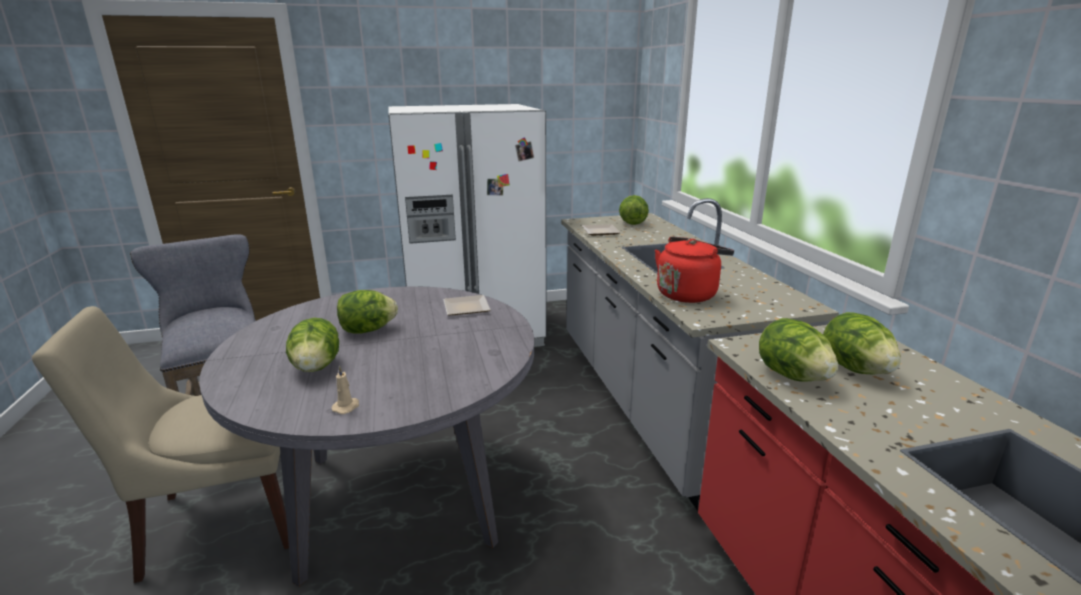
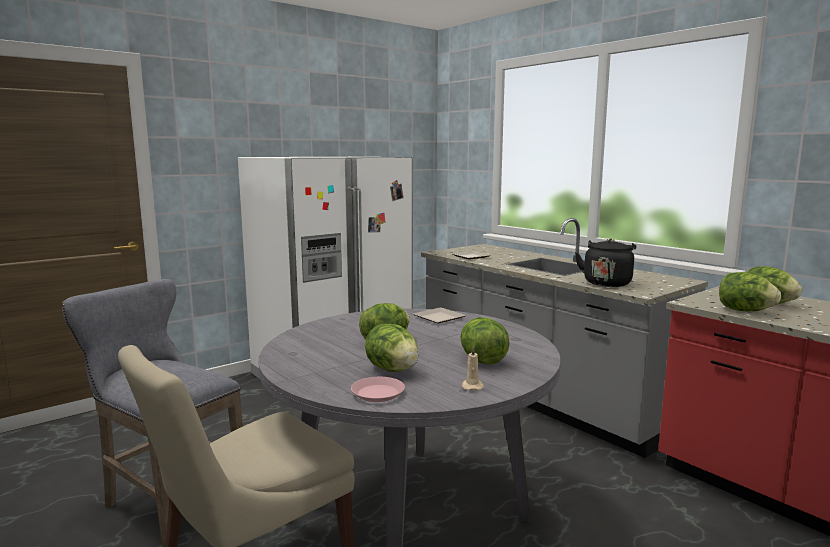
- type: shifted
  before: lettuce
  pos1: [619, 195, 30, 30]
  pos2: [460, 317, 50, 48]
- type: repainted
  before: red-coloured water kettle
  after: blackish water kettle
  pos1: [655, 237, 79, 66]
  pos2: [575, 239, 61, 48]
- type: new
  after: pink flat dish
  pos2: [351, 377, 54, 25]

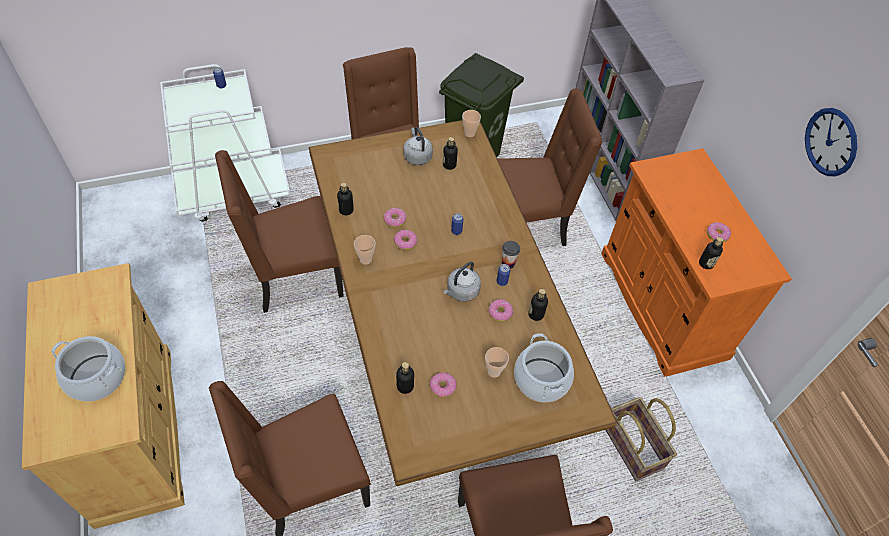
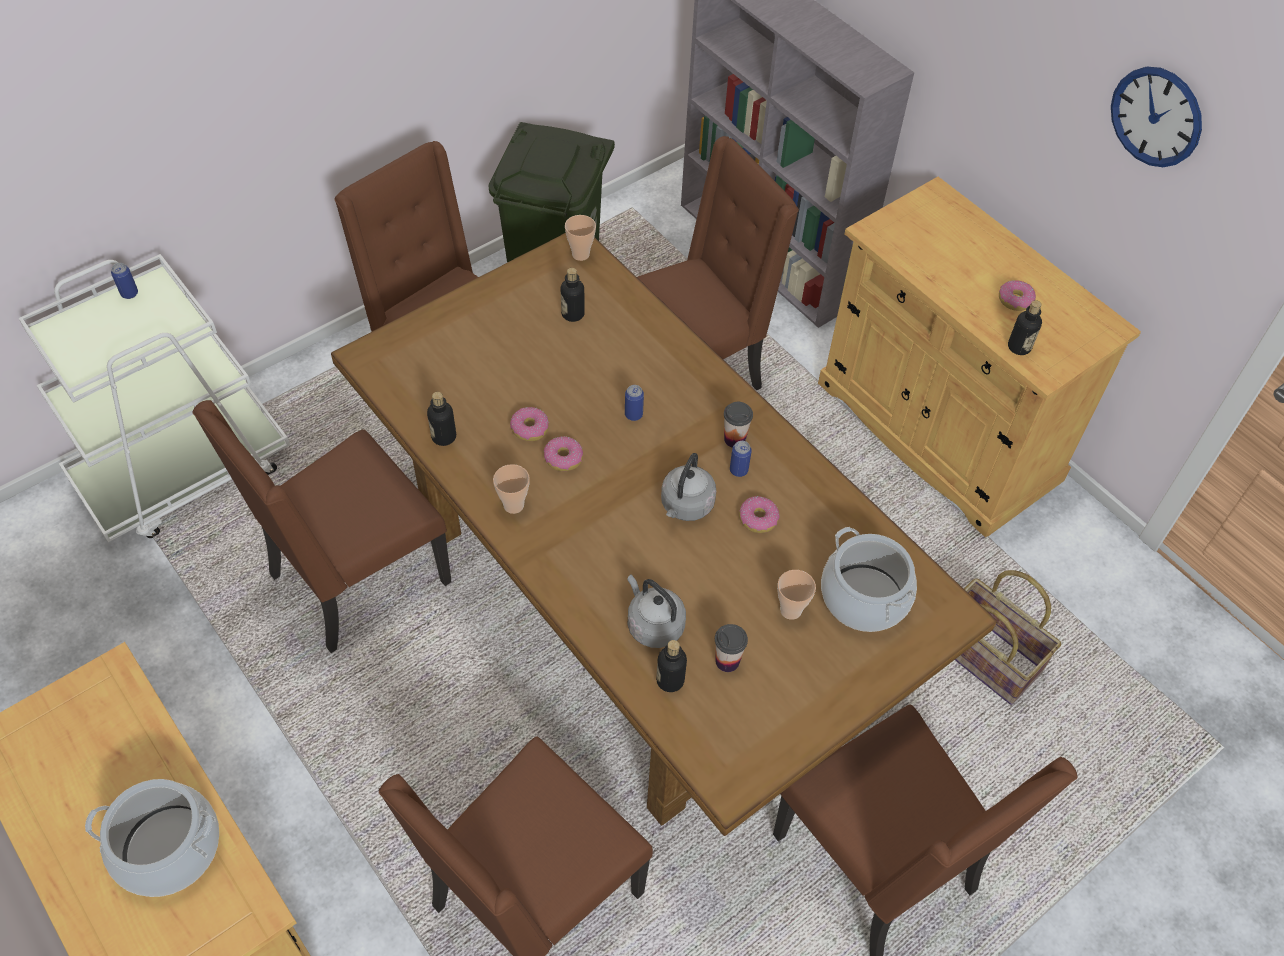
- type: shifted
  before: gray water kettle
  pos1: [404, 127, 29, 38]
  pos2: [627, 574, 59, 74]
- type: repainted
  before: orange storage cabinet
  after: beige-coloured storage cabinet
  pos1: [601, 148, 191, 229]
  pos2: [818, 177, 323, 360]
- type: gone
  before: beverage bottle
  pos1: [528, 289, 20, 32]
- type: swapped
  before: ring doughnut
  after: small cup
  pos1: [429, 373, 28, 25]
  pos2: [715, 624, 33, 48]

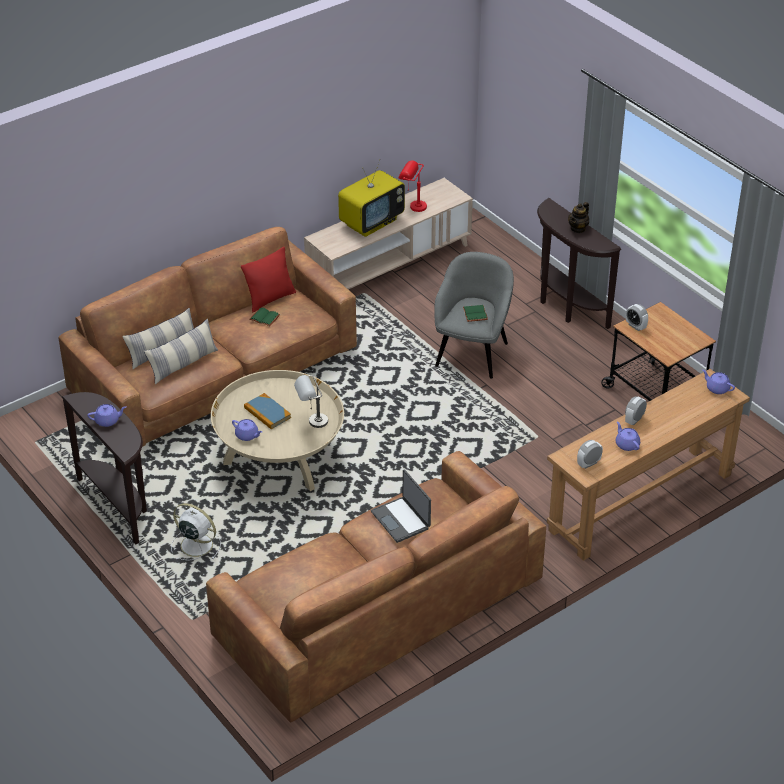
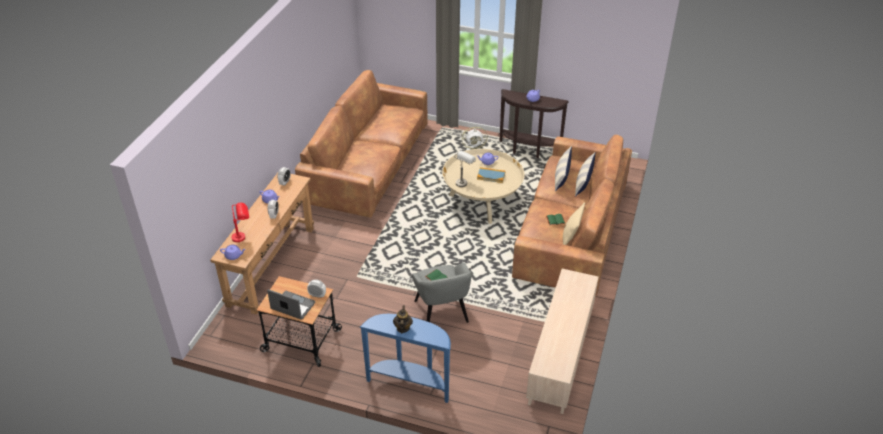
- type: gone
  before: television
  pos1: [338, 159, 67, 78]
- type: shifted
  before: red-coloured lamp for a table
  pos1: [399, 160, 28, 52]
  pos2: [231, 203, 18, 39]
- type: repainted
  before: brown narrow table
  after: blue-coloured narrow table
  pos1: [537, 198, 84, 131]
  pos2: [359, 314, 92, 89]
- type: repainted
  before: red-coloured pillow
  after: beige-coloured pillow
  pos1: [241, 247, 55, 65]
  pos2: [563, 202, 22, 43]
- type: shifted
  before: portable computer
  pos1: [371, 469, 60, 74]
  pos2: [267, 289, 48, 31]

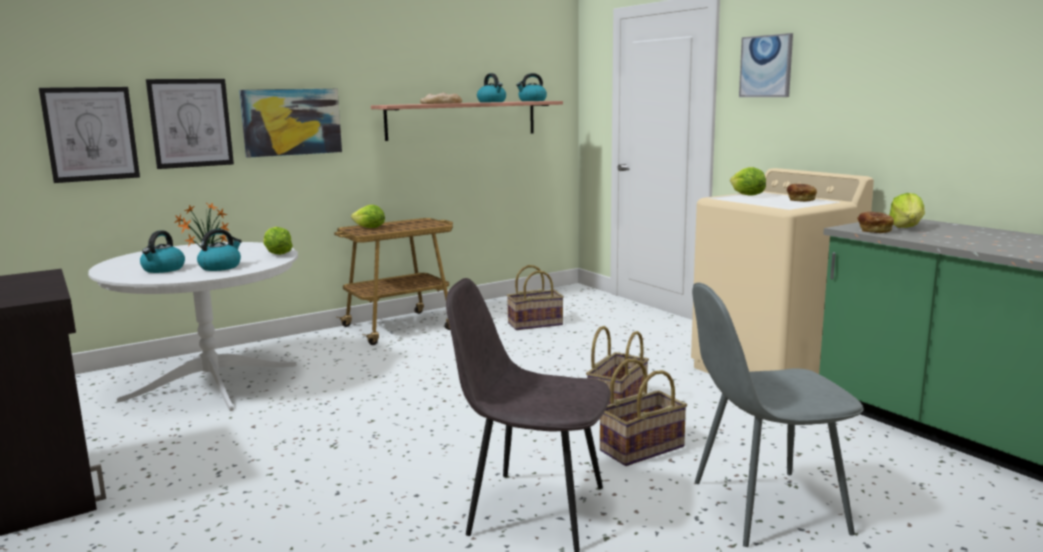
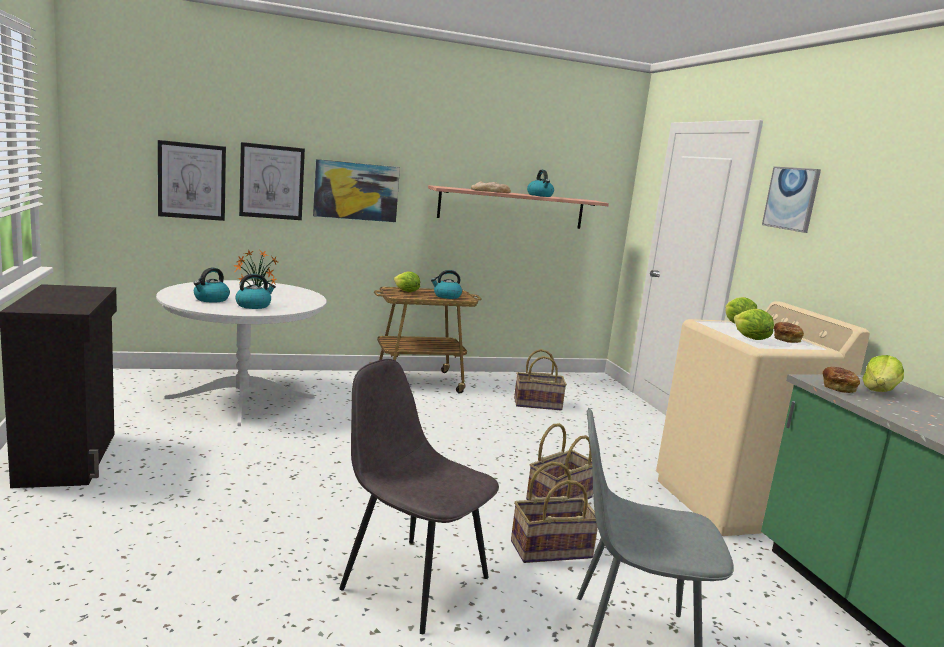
- type: shifted
  before: water kettle
  pos1: [516, 73, 31, 28]
  pos2: [431, 270, 31, 29]
- type: shifted
  before: lettuce
  pos1: [263, 227, 30, 28]
  pos2: [734, 309, 40, 31]

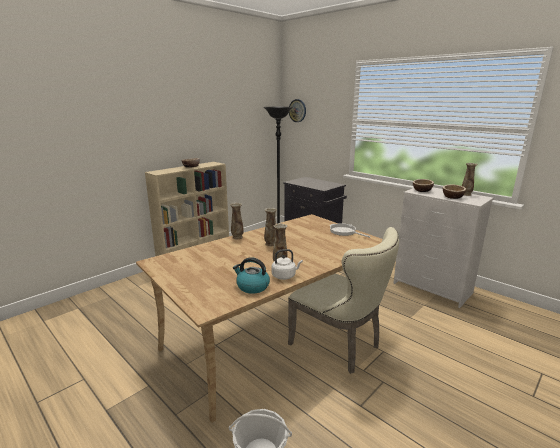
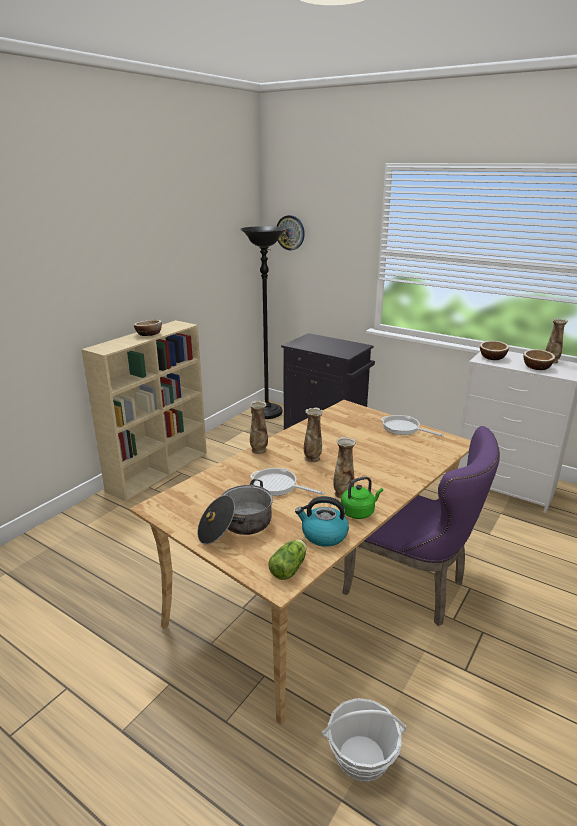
- type: repainted
  before: beige-coloured upright chair
  after: purple upright chair
  pos1: [288, 227, 111, 147]
  pos2: [342, 426, 158, 200]
- type: repainted
  before: white-coloured water kettle
  after: green water kettle
  pos1: [272, 249, 31, 31]
  pos2: [341, 476, 42, 43]
- type: new
  after: pan
  pos2: [250, 468, 75, 28]
- type: new
  after: cooking pot
  pos2: [197, 479, 76, 66]
- type: new
  after: lettuce
  pos2: [268, 539, 39, 41]

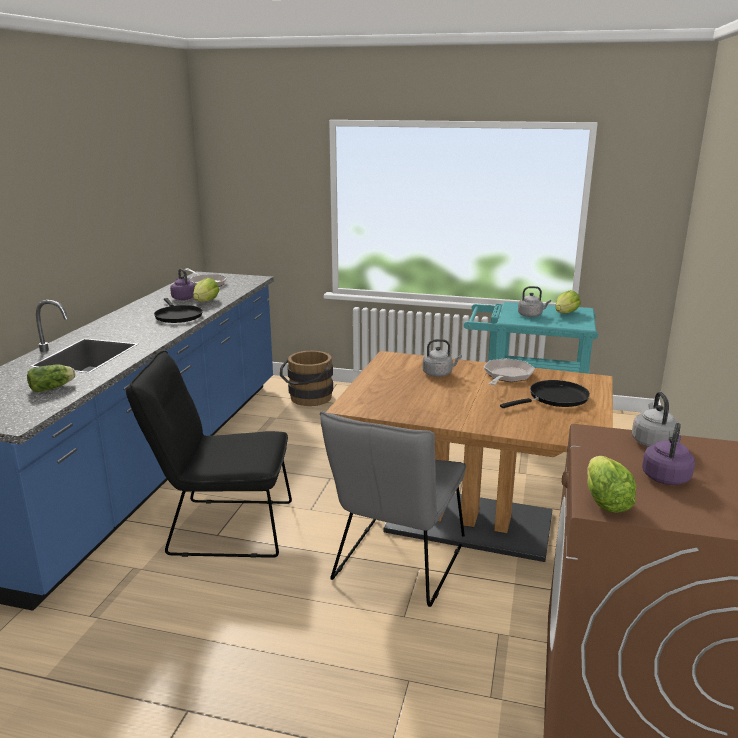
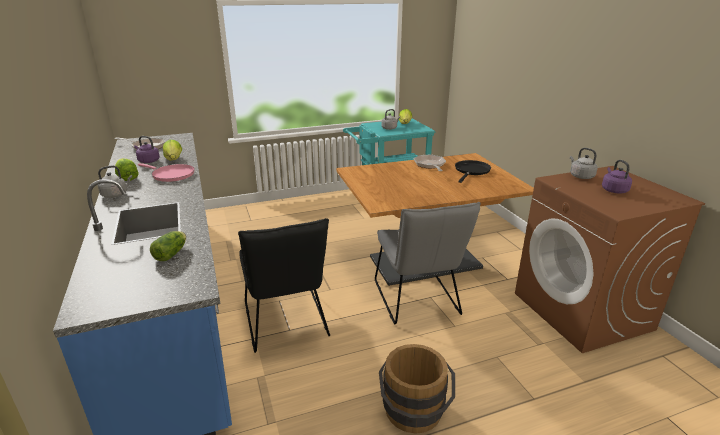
- type: repainted
  before: blackish pan
  after: pink pan
  pos1: [154, 298, 49, 25]
  pos2: [138, 163, 57, 19]
- type: shifted
  before: gray water kettle
  pos1: [423, 339, 39, 38]
  pos2: [98, 165, 34, 33]
- type: rotated
  before: blackish upright chair
  pos1: [126, 351, 166, 207]
  pos2: [238, 218, 92, 135]
  turn: -75
- type: shifted
  before: brown bucket
  pos1: [280, 351, 53, 55]
  pos2: [379, 344, 76, 90]
- type: shifted
  before: lettuce
  pos1: [587, 456, 50, 57]
  pos2: [115, 158, 24, 23]

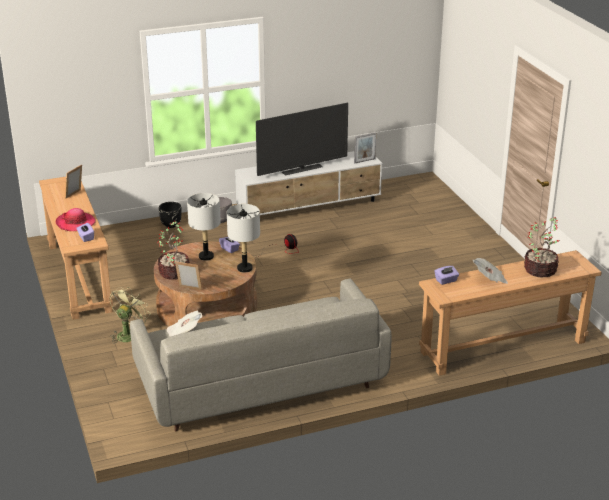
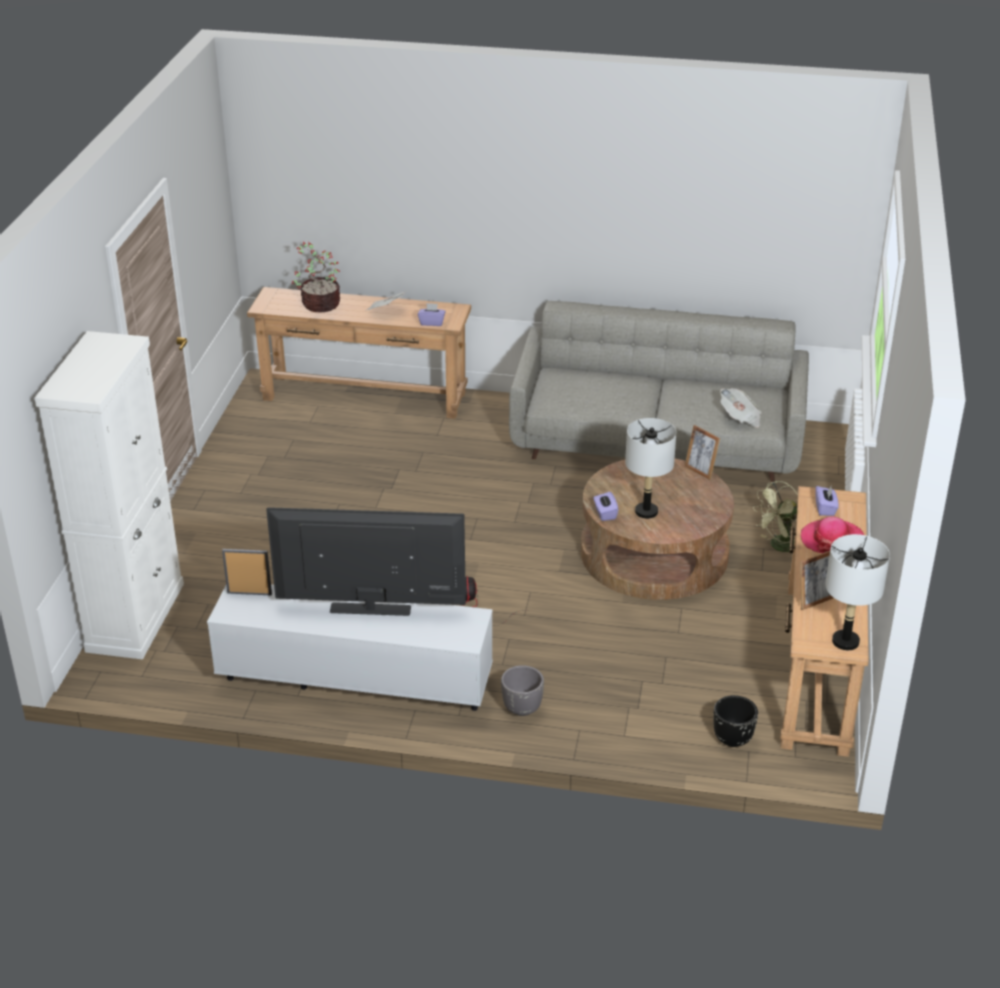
- type: shifted
  before: blackish planter
  pos1: [159, 202, 23, 26]
  pos2: [713, 695, 45, 52]
- type: shifted
  before: gray lamp for a table
  pos1: [227, 204, 33, 69]
  pos2: [825, 534, 65, 116]
- type: gone
  before: houseplant
  pos1: [157, 220, 33, 60]
- type: new
  after: white-coloured storage cabinet
  pos2: [35, 331, 149, 329]

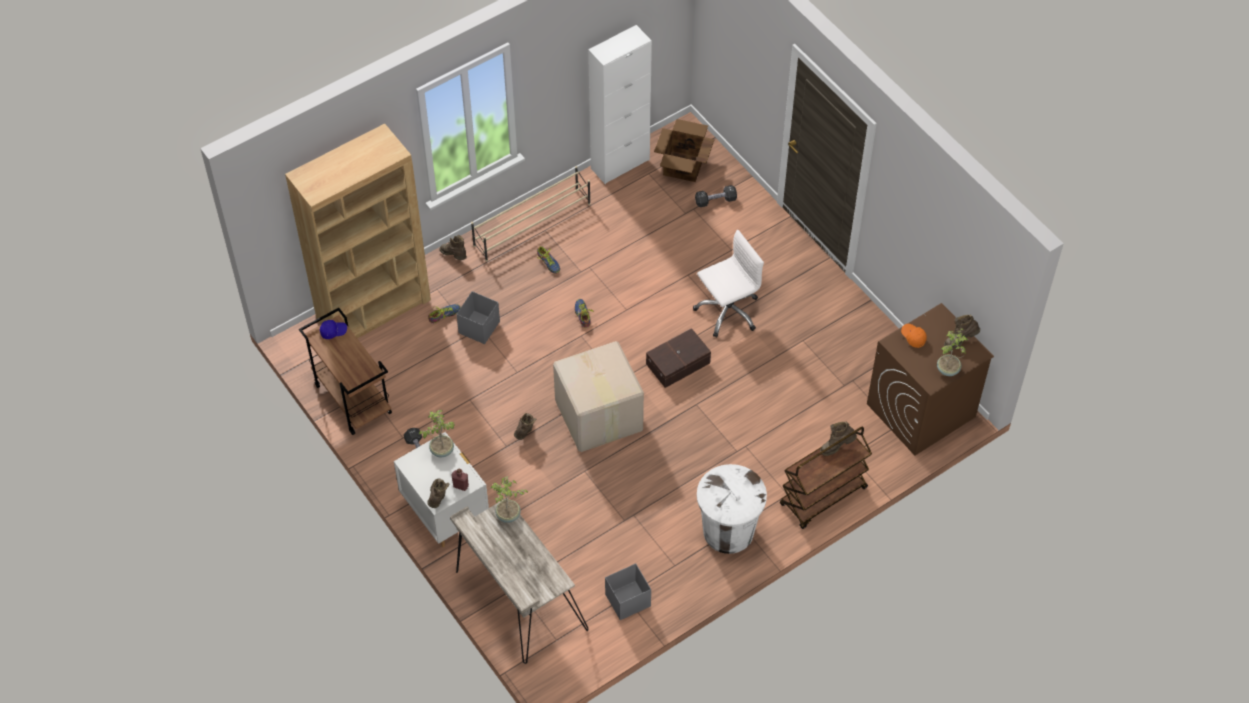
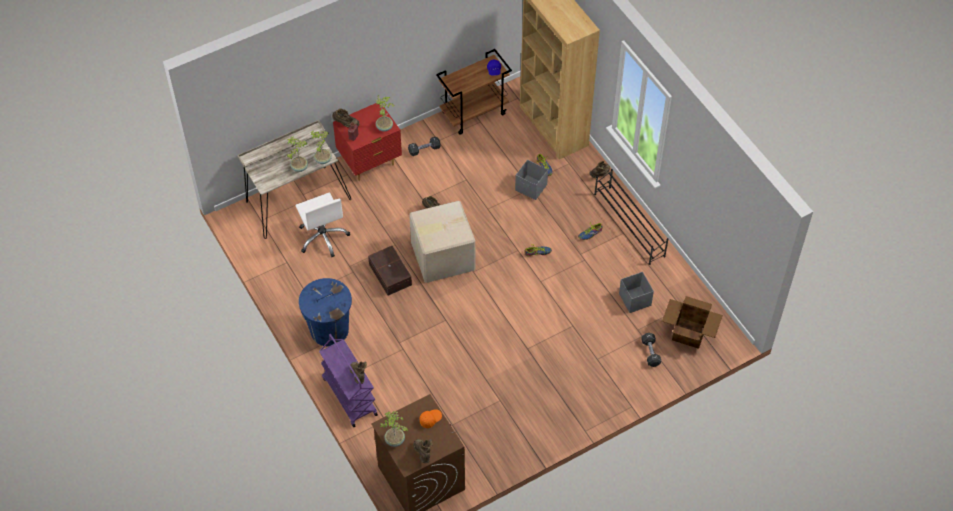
- type: gone
  before: white-coloured storage cabinet
  pos1: [588, 25, 64, 159]
- type: repainted
  before: beige-coloured shoe rack
  after: blackish shoe rack
  pos1: [471, 166, 120, 95]
  pos2: [594, 169, 74, 96]
- type: shifted
  before: white-coloured desk chair
  pos1: [693, 230, 71, 107]
  pos2: [295, 193, 55, 64]
- type: shifted
  before: brown storage container
  pos1: [646, 328, 65, 60]
  pos2: [368, 246, 44, 50]
- type: repainted
  before: brown trolley
  after: purple trolley
  pos1: [780, 426, 92, 103]
  pos2: [319, 334, 59, 93]
- type: repainted
  before: white-coloured nightstand
  after: red-coloured nightstand
  pos1: [394, 432, 95, 115]
  pos2: [333, 103, 69, 78]
- type: repainted
  before: white-coloured rubbish bin
  after: blue-coloured rubbish bin
  pos1: [697, 464, 70, 90]
  pos2: [299, 278, 53, 69]
- type: shifted
  before: gray storage container
  pos1: [605, 563, 46, 57]
  pos2: [619, 272, 35, 41]
- type: new
  after: houseplant
  pos2: [287, 136, 21, 36]

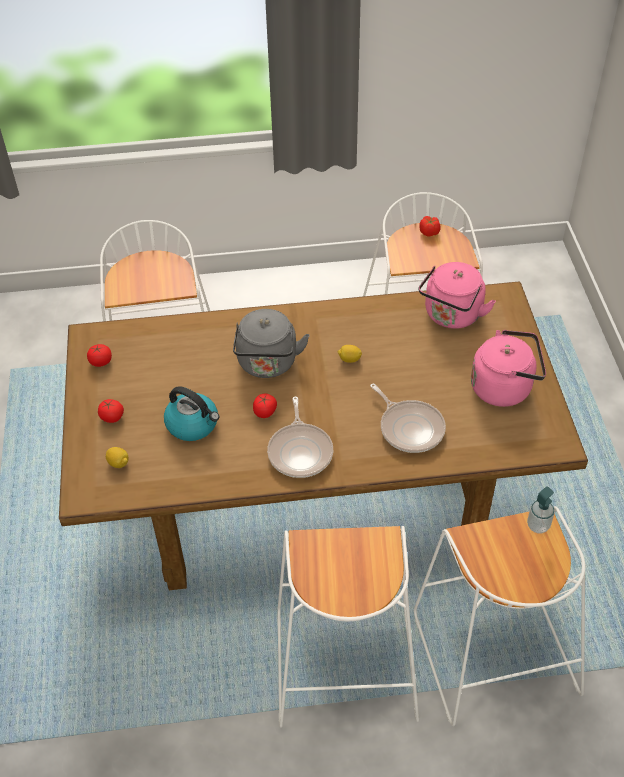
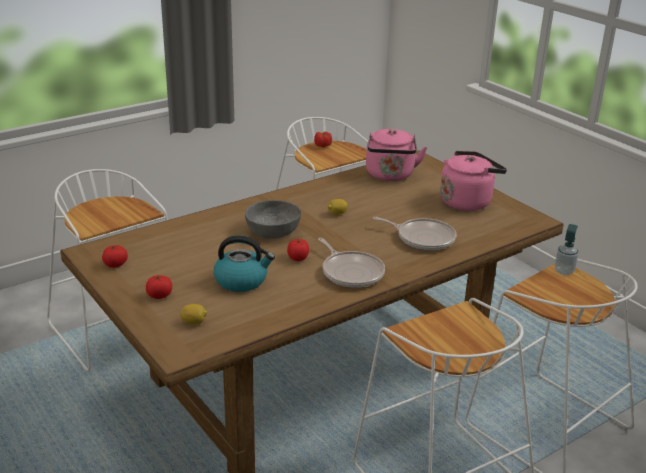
- type: swapped
  before: gray water kettle
  after: gray serving bowl
  pos1: [233, 309, 77, 69]
  pos2: [245, 200, 56, 39]

